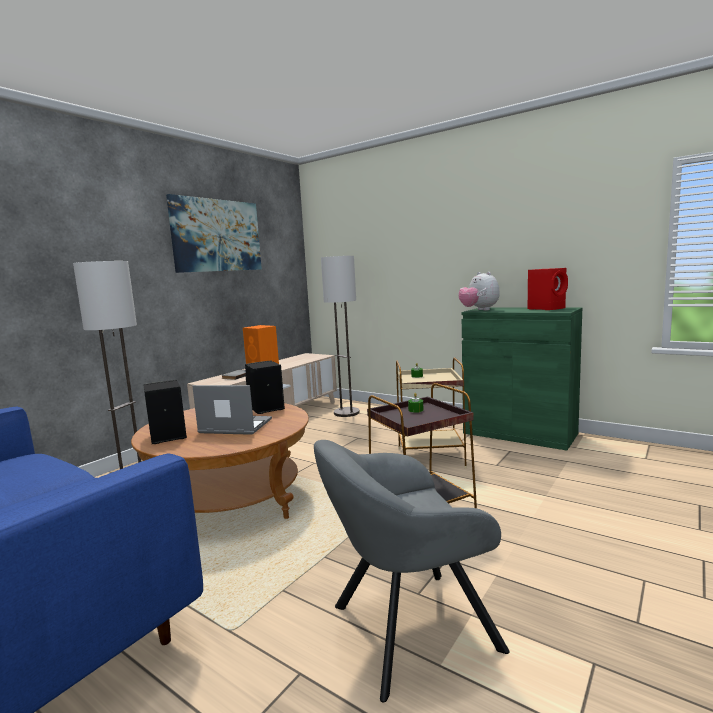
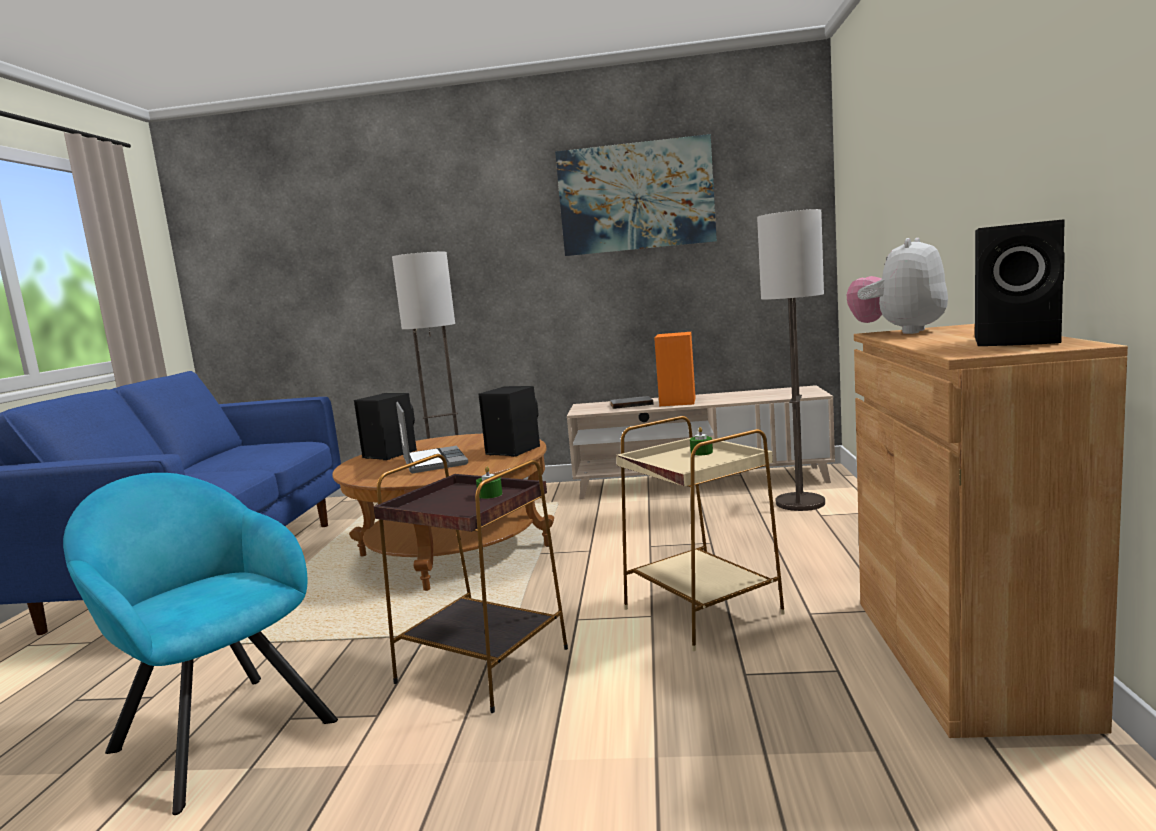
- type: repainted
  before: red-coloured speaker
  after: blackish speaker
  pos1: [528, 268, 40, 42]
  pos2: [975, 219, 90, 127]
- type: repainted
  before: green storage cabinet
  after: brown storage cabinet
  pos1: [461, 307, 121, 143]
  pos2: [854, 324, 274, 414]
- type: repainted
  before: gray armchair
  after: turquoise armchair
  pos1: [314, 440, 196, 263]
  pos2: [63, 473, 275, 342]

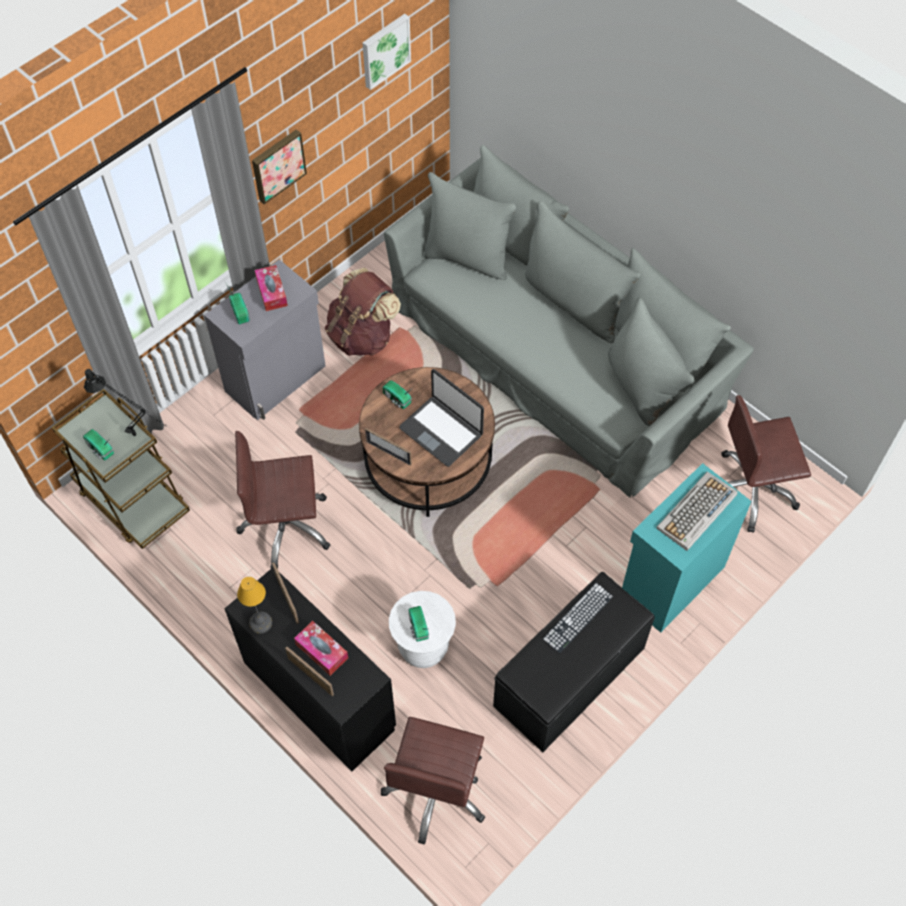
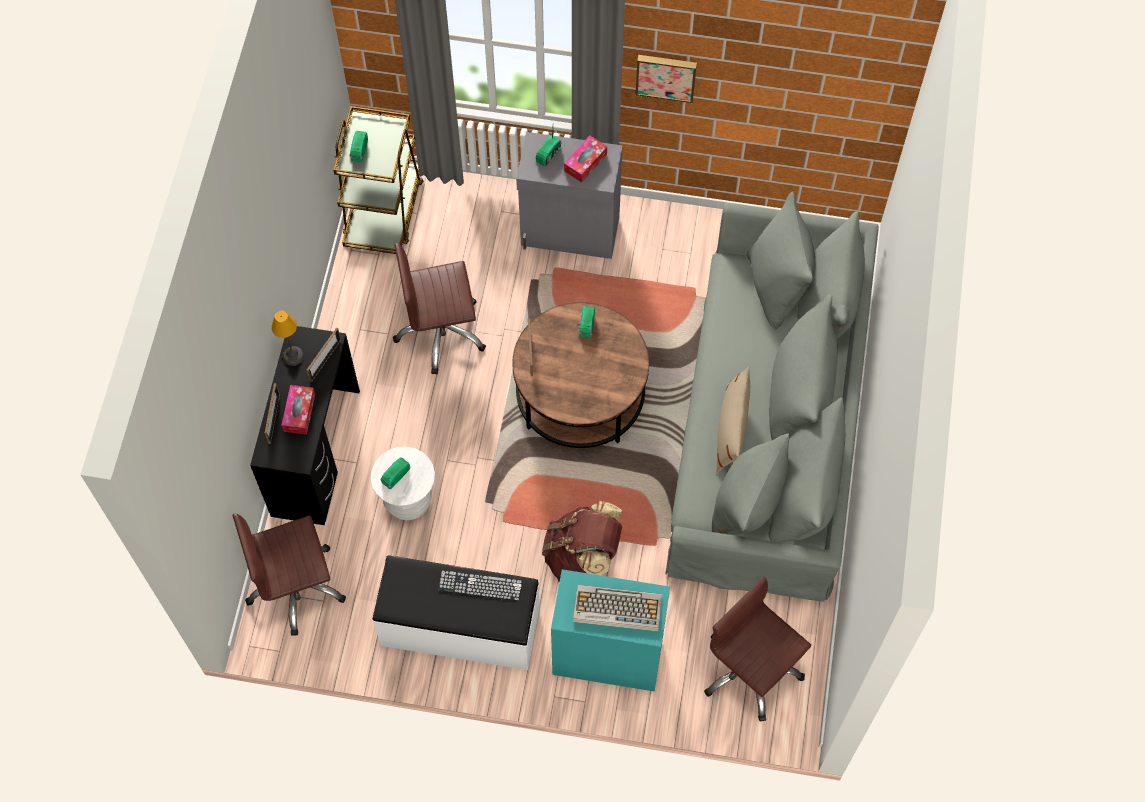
- type: gone
  before: wall art
  pos1: [362, 14, 49, 76]
- type: shifted
  before: brown rucksack
  pos1: [325, 268, 76, 88]
  pos2: [542, 501, 80, 81]
- type: gone
  before: blackish lamp for a table
  pos1: [84, 369, 83, 67]
- type: gone
  before: portable computer
  pos1: [399, 369, 85, 98]
- type: rotated
  before: brown desk chair
  pos1: [235, 431, 95, 138]
  pos2: [393, 243, 93, 131]
  turn: -60
- type: repainted
  before: blackish indoor bench
  after: white-coloured indoor bench
  pos1: [493, 572, 162, 180]
  pos2: [373, 556, 167, 114]
- type: new
  after: beige-coloured pillow
  pos2: [716, 366, 34, 109]

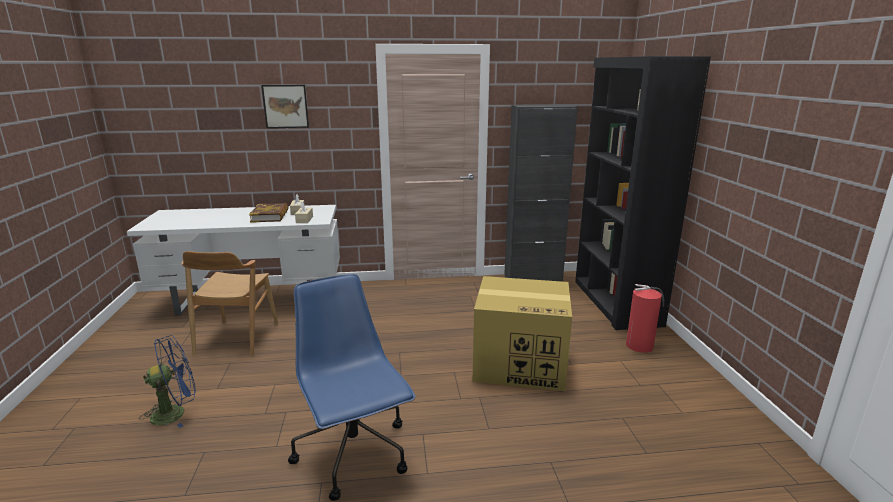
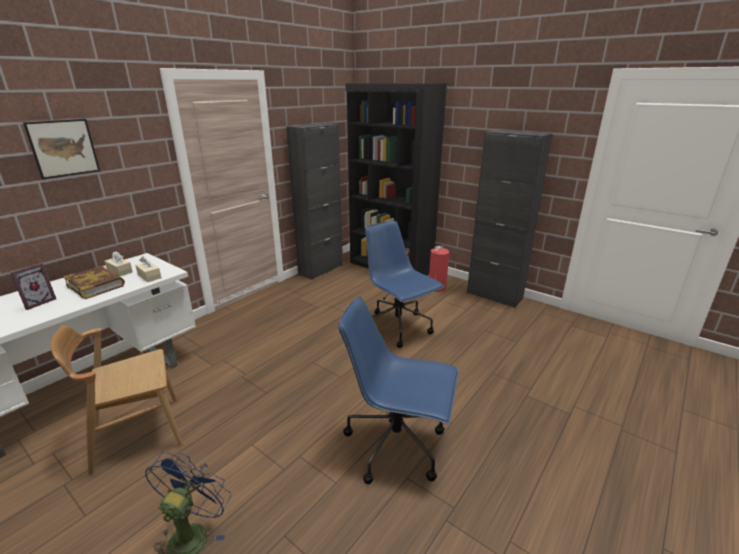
- type: rotated
  before: brown upright chair
  pos1: [181, 251, 97, 106]
  pos2: [50, 326, 133, 149]
  turn: 105
- type: swapped
  before: carton
  after: blue-coloured desk chair
  pos1: [473, 276, 99, 115]
  pos2: [365, 221, 79, 127]
- type: new
  after: blackish storage cabinet
  pos2: [467, 130, 86, 178]
- type: new
  after: standing frame
  pos2: [10, 263, 46, 47]

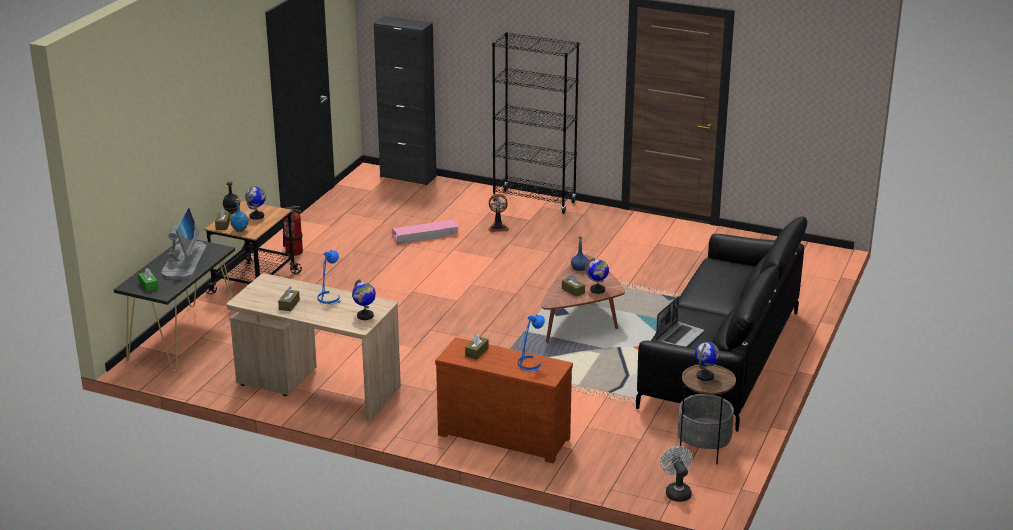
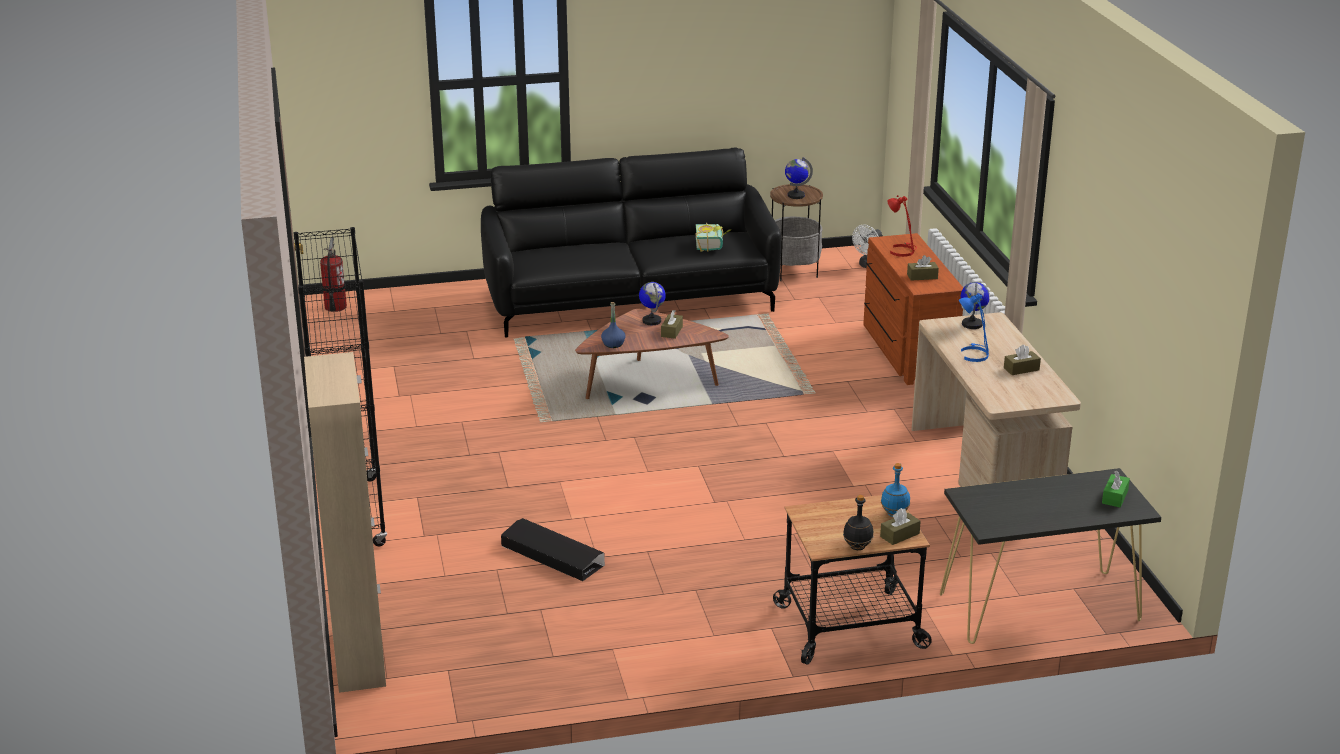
- type: repainted
  before: blackish storage cabinet
  after: beige-coloured storage cabinet
  pos1: [374, 16, 62, 170]
  pos2: [304, 352, 82, 341]
- type: gone
  before: globe
  pos1: [245, 187, 21, 33]
- type: gone
  before: fan
  pos1: [488, 194, 21, 38]
- type: shifted
  before: fire-fighting cylinder
  pos1: [282, 205, 21, 51]
  pos2: [320, 237, 27, 75]
- type: gone
  before: monitor
  pos1: [161, 208, 46, 72]
- type: repainted
  before: pink storage container
  after: blackish storage container
  pos1: [392, 220, 67, 24]
  pos2: [501, 518, 104, 63]
- type: swapped
  before: portable computer
  after: volume
  pos1: [656, 296, 48, 51]
  pos2: [695, 223, 36, 29]
- type: repainted
  before: blue-coloured lamp for a table
  after: red-coloured lamp for a table
  pos1: [518, 314, 27, 58]
  pos2: [887, 195, 30, 62]

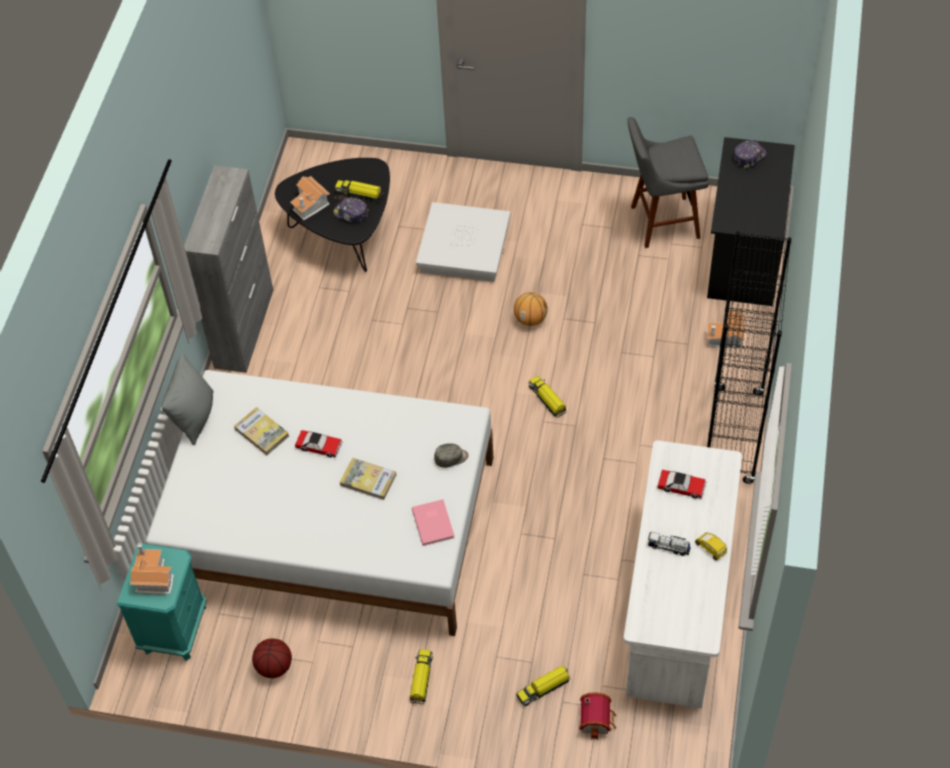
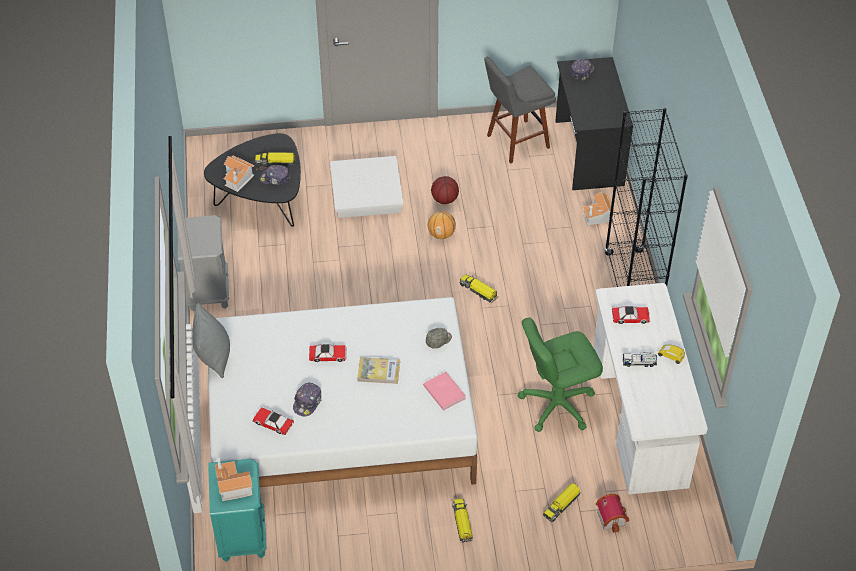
- type: swapped
  before: gray storage cabinet
  after: gray nightstand
  pos1: [184, 165, 89, 208]
  pos2: [178, 215, 51, 97]
- type: gone
  before: volume
  pos1: [234, 407, 55, 48]
- type: shifted
  before: basketball ball
  pos1: [252, 638, 40, 40]
  pos2: [431, 176, 28, 28]
- type: new
  after: green desk chair
  pos2: [518, 317, 85, 115]
- type: new
  after: baseball cap
  pos2: [293, 383, 29, 33]
- type: new
  after: model car
  pos2: [253, 407, 41, 28]

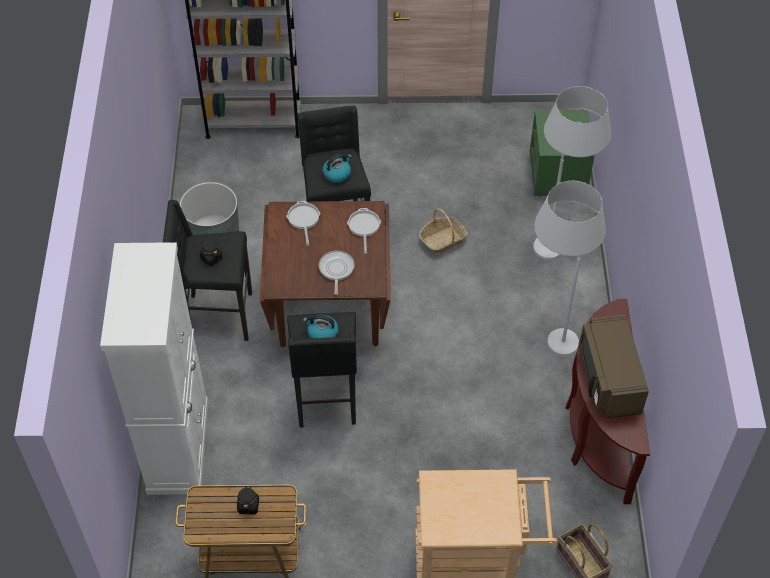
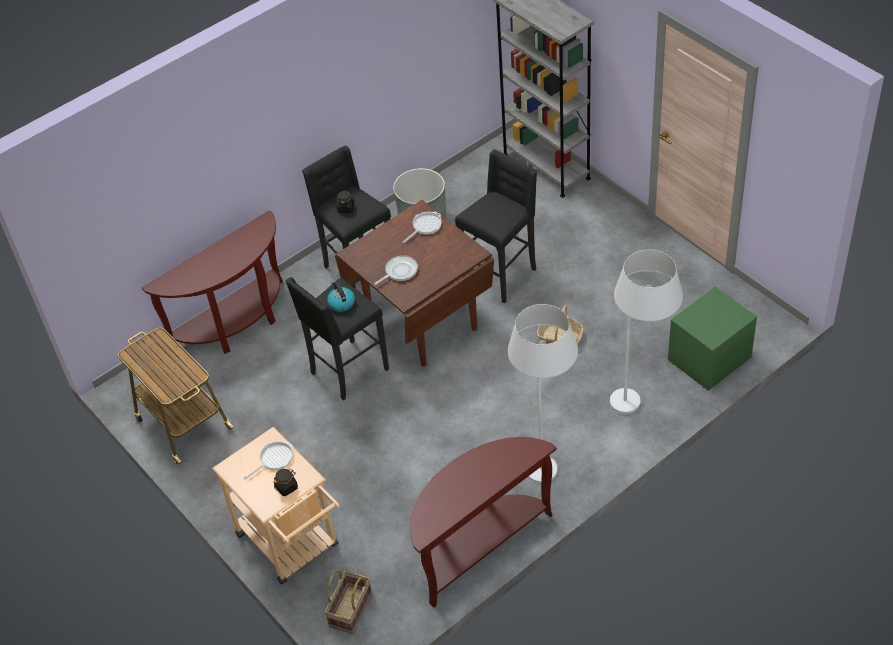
- type: gone
  before: water kettle
  pos1: [323, 154, 29, 29]
- type: shifted
  before: pan
  pos1: [347, 208, 34, 46]
  pos2: [243, 441, 51, 39]
- type: swapped
  before: white-coloured storage cabinet
  after: brown narrow table
  pos1: [100, 242, 108, 253]
  pos2: [141, 210, 142, 144]
- type: gone
  before: brown microwave
  pos1: [579, 314, 70, 104]
- type: shifted
  before: blackish jar
  pos1: [237, 486, 22, 29]
  pos2: [273, 469, 25, 27]

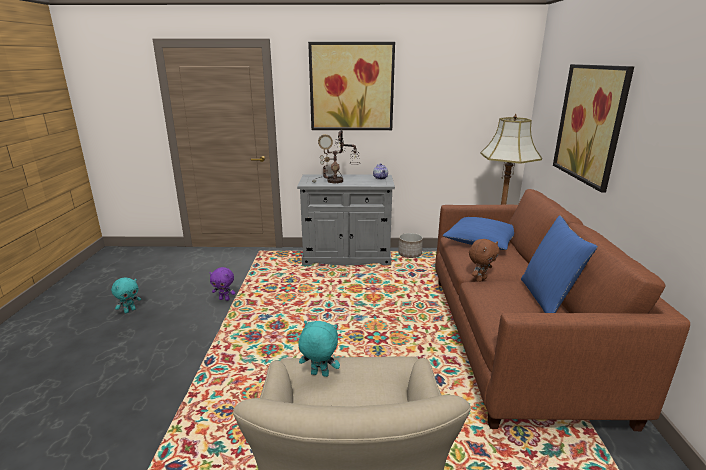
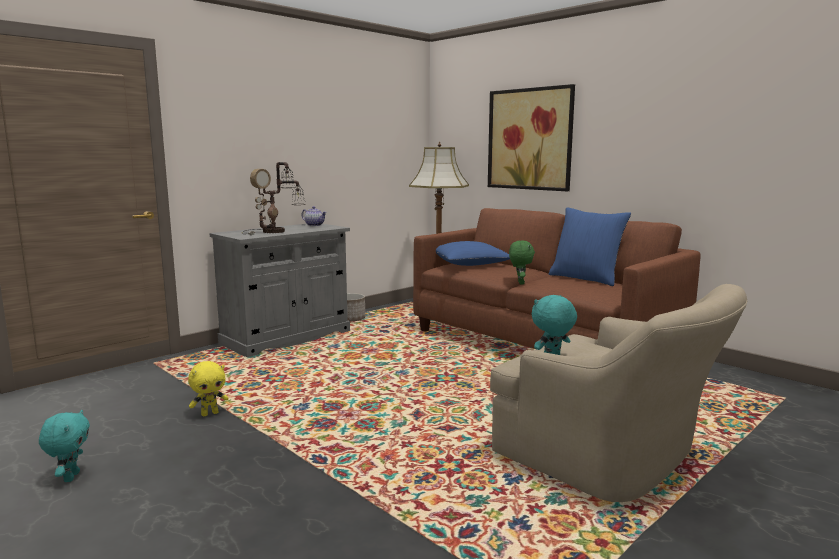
- type: gone
  before: wall art
  pos1: [308, 42, 87, 88]
- type: repainted
  before: brown plush toy
  after: green plush toy
  pos1: [469, 239, 30, 43]
  pos2: [509, 240, 26, 44]
- type: repainted
  before: purple plush toy
  after: yellow-coloured plush toy
  pos1: [209, 267, 26, 34]
  pos2: [188, 361, 41, 55]

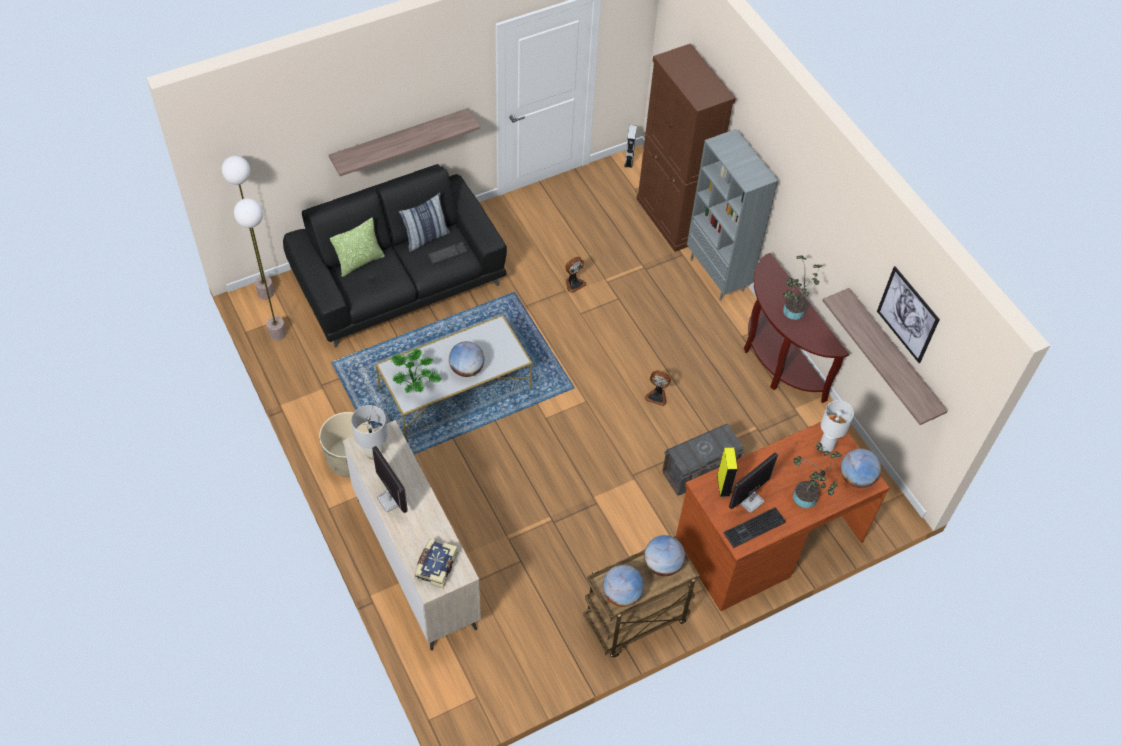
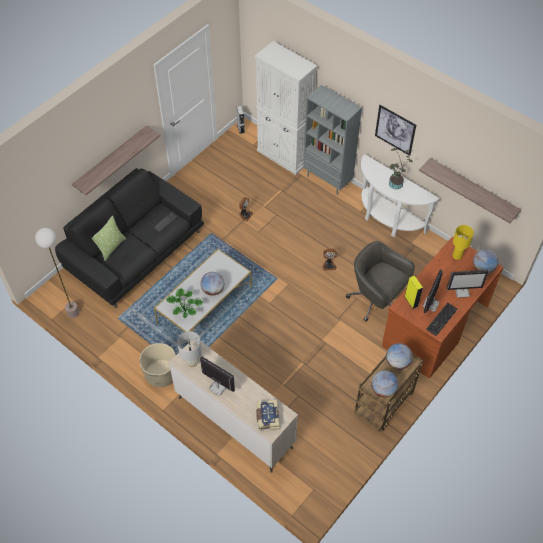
- type: repainted
  before: brown storage cabinet
  after: white-coloured storage cabinet
  pos1: [636, 43, 100, 209]
  pos2: [255, 41, 62, 134]
- type: gone
  before: floor lamp
  pos1: [222, 155, 52, 145]
- type: gone
  before: pillow
  pos1: [399, 193, 51, 59]
- type: repainted
  before: brown narrow table
  after: white-coloured narrow table
  pos1: [744, 253, 105, 150]
  pos2: [361, 154, 78, 83]
- type: shifted
  before: wall art
  pos1: [877, 266, 63, 97]
  pos2: [375, 105, 41, 51]
- type: repainted
  before: white-coloured lamp for a table
  after: yellow-coloured lamp for a table
  pos1: [820, 400, 34, 52]
  pos2: [453, 225, 21, 35]
- type: swapped
  before: gray storage container
  after: gray desk chair
  pos1: [663, 424, 81, 72]
  pos2: [346, 241, 69, 81]
- type: swapped
  before: houseplant
  after: monitor
  pos1: [793, 442, 49, 66]
  pos2: [447, 270, 42, 28]

